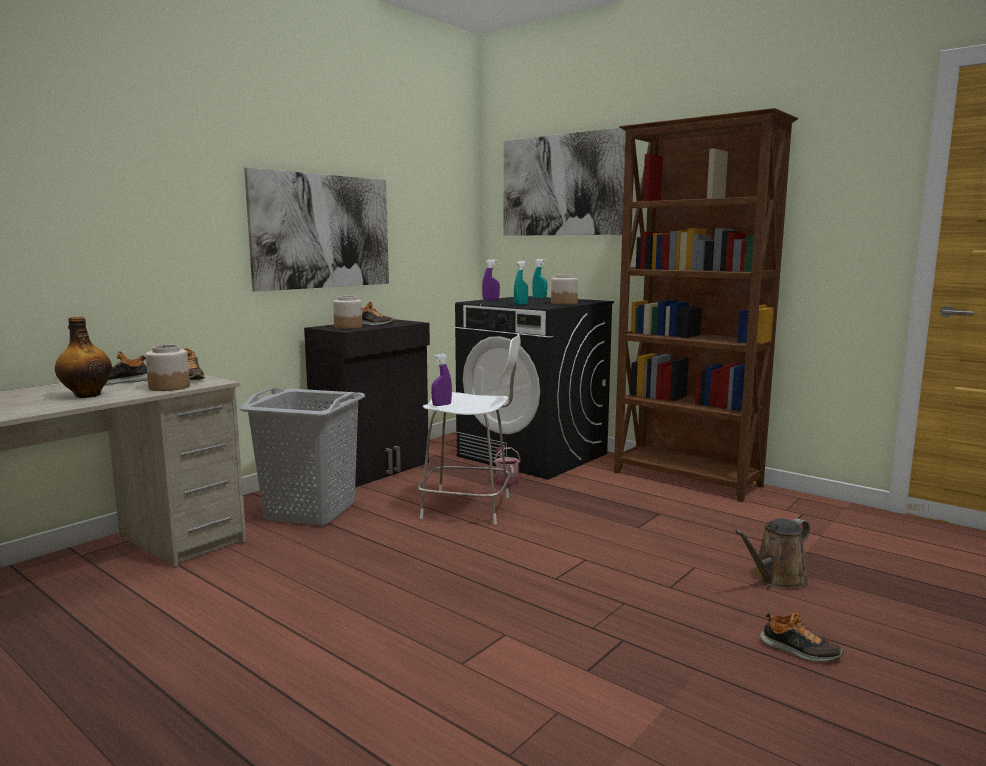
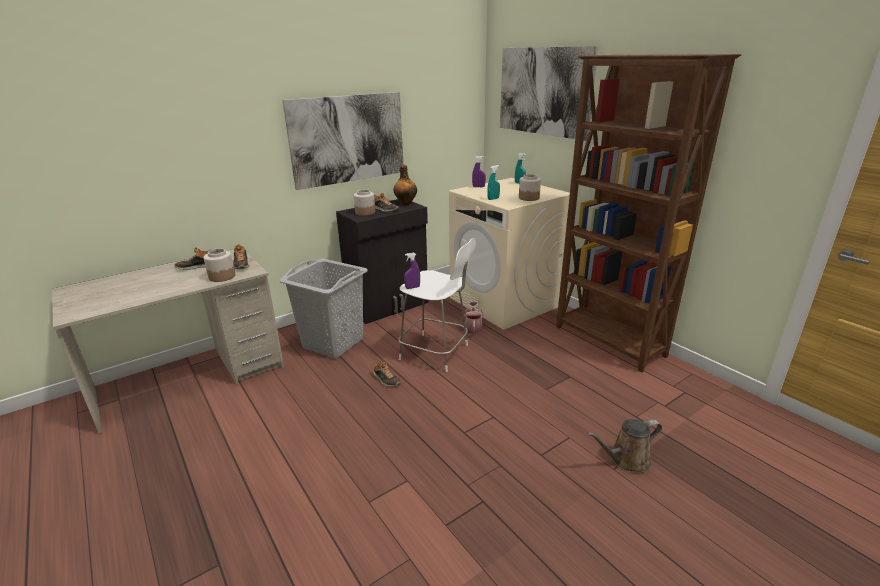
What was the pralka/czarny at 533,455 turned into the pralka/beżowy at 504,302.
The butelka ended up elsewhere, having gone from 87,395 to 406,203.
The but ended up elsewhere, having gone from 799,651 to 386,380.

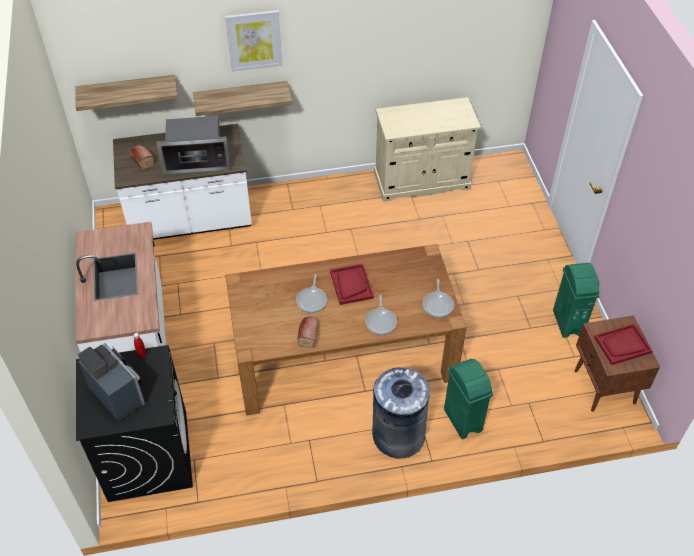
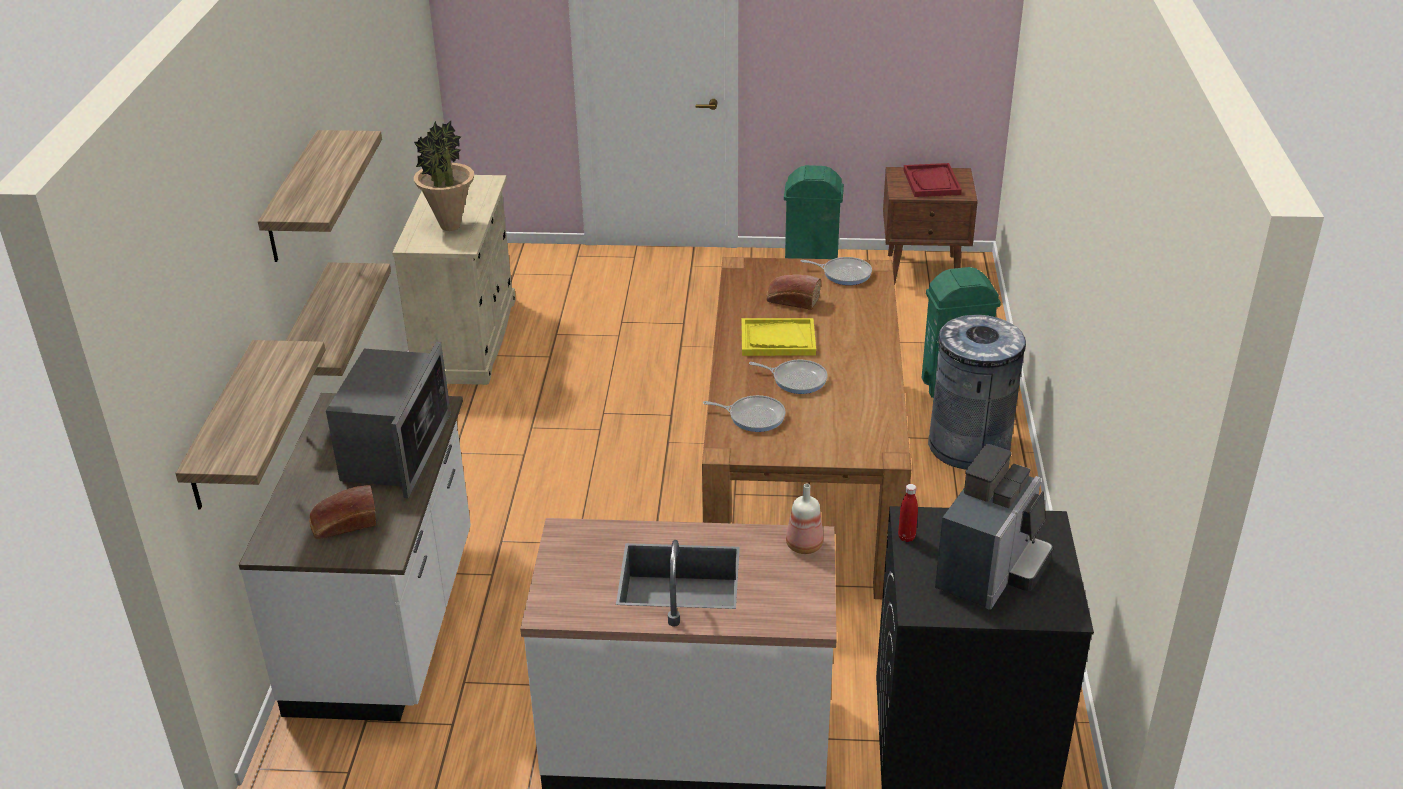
Where the obraz hung at 254,40, the półka came to hang at 293,198.
What was the taca/czerwony at 351,285 turned into the taca/żółty at 777,339.
The patelnia ended up elsewhere, having gone from 381,321 to 753,416.
The chleb ended up elsewhere, having gone from 308,334 to 791,300.
The ekspres do kawy at 119,393 ended up facing another way, 150 degrees clockwise from before.
The second view gained the roślina doniczkowa at 450,226.
The second view gained the butelka at 804,546.

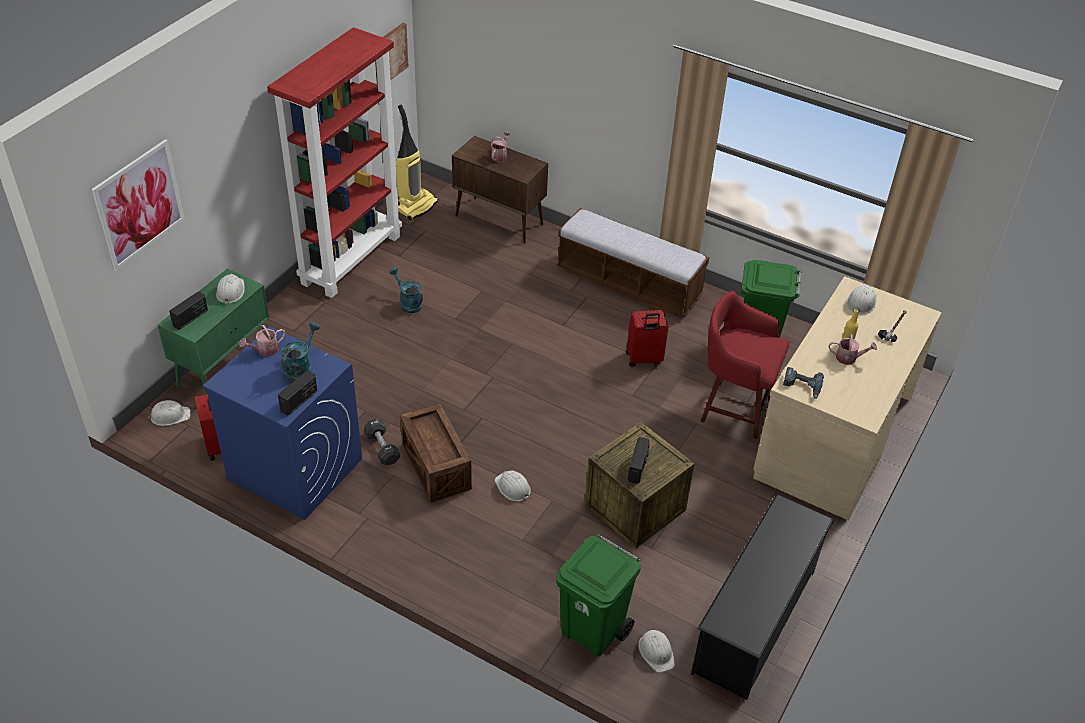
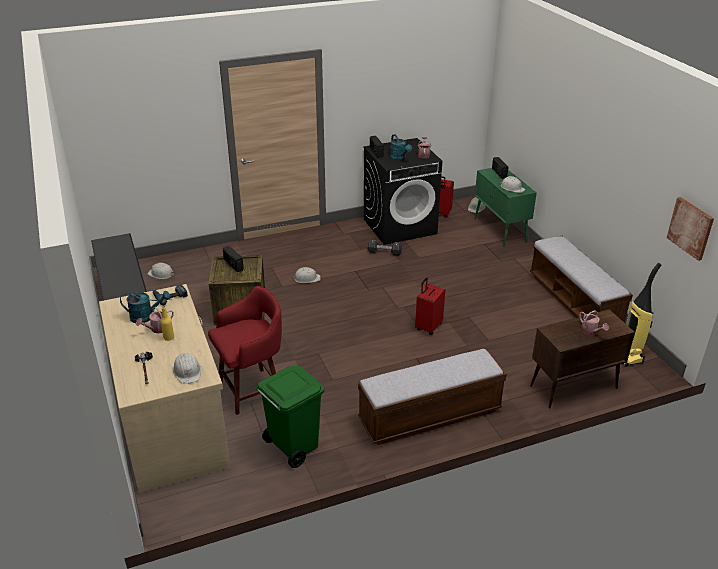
Where the regał/czerwony stood at 351,259, the ławka came to stand at 574,301.
The second view lost the obraz at 139,204.
The konewka/turkusowy ended up elsewhere, having gone from 408,303 to 146,316.
The walizka/czerwony ended up elsewhere, having gone from 644,359 to 428,327.
What was the pralka/niebieski at 294,468 turned into the pralka/czarny at 400,226.
The second view lost the skrzynka at 436,467.
The second view lost the kosz na śmieci/zielony at 593,631.

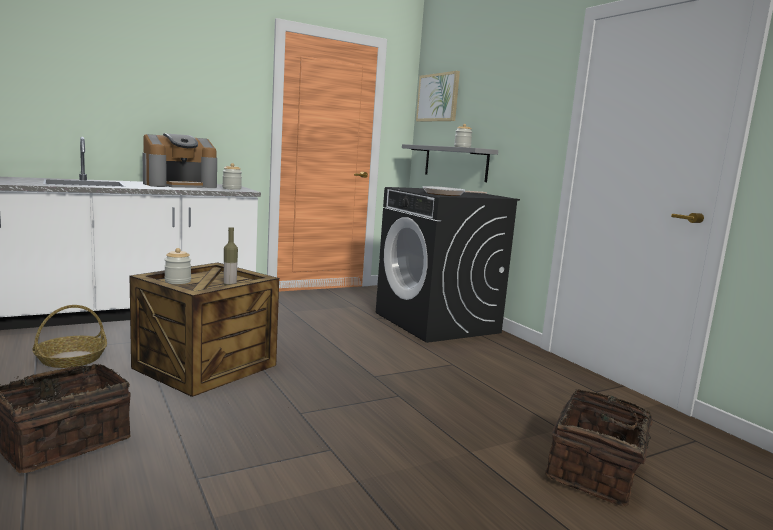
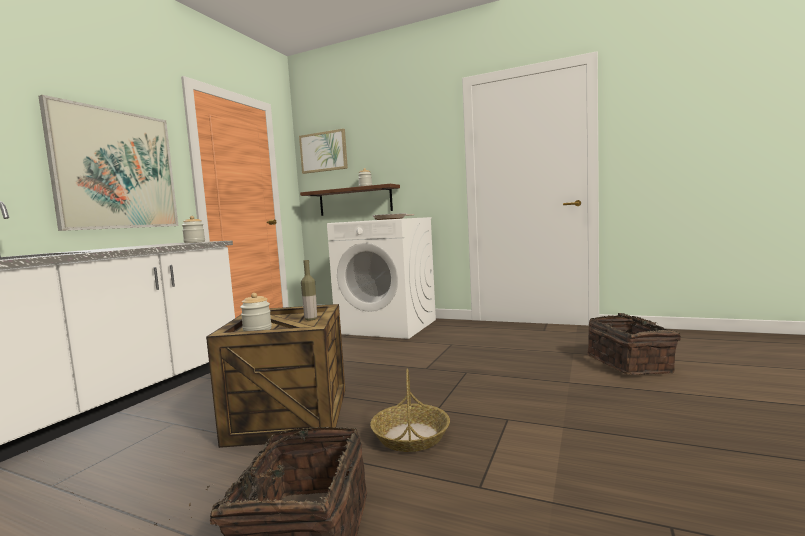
The second view lost the ekspres do kawy at 180,185.
What was the półka/szary at 455,163 turned into the półka/brązowy at 355,201.
What was the pralka/czarny at 437,323 turned into the pralka/biały at 388,326.
The koszyk ended up elsewhere, having gone from 71,359 to 410,436.
The second view gained the obraz at 116,170.

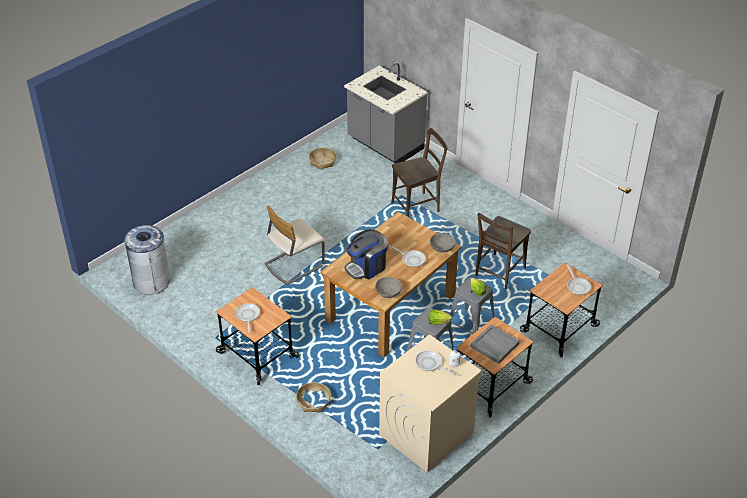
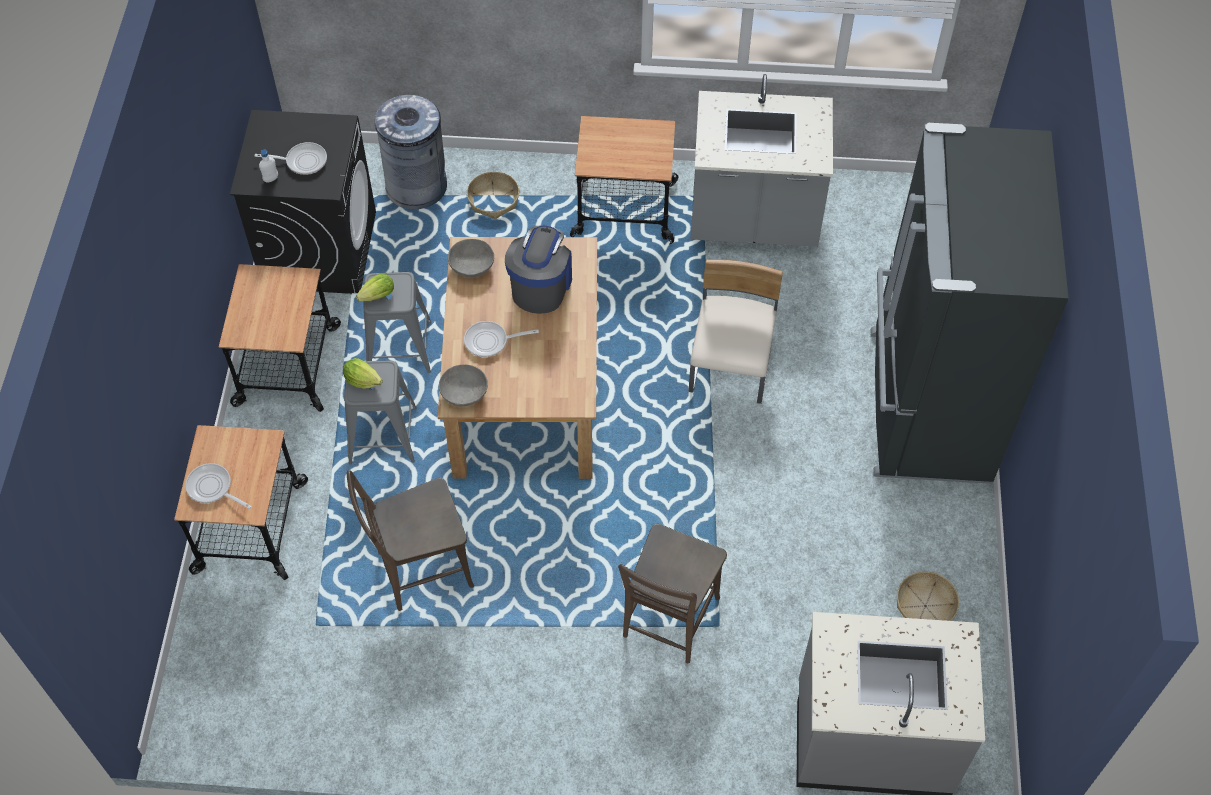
The krzesło/brązowy at 498,273 ended up facing another way, 105 degrees counterclockwise from before.
The kosz na śmieci/szary ended up elsewhere, having gone from 151,281 to 417,186.
The second view lost the patelnia at 248,316.
The second view lost the taca/szary at 494,345.
What was the pralka/beżowy at 426,434 turned into the pralka/czarny at 319,249.
The second view gained the zabudowa kuchenna/szary at 753,220.
The second view gained the lodówka/czarny at 925,406.

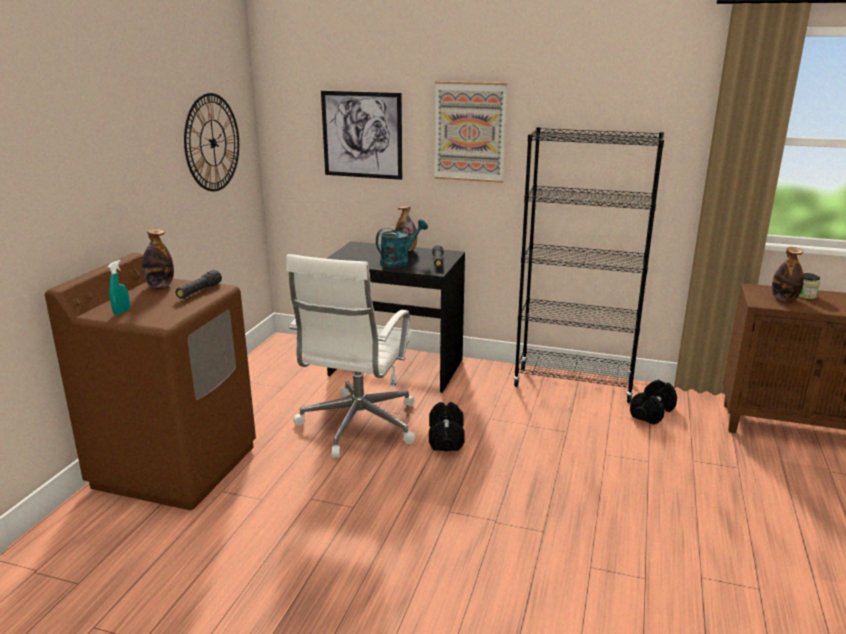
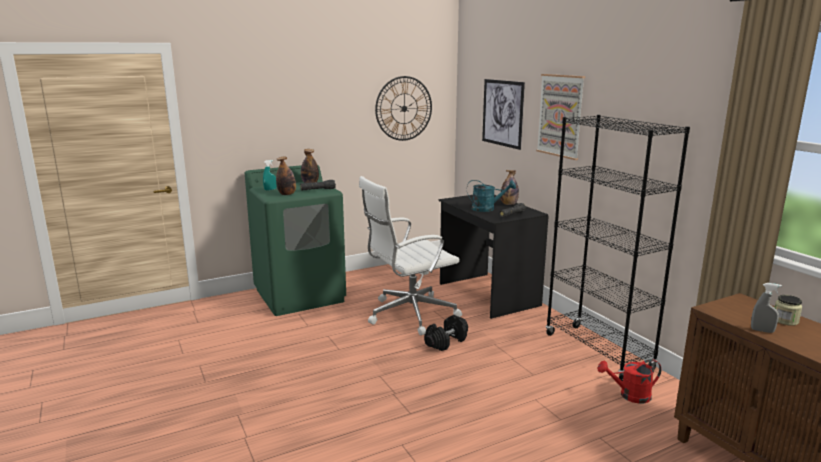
The butelka ended up elsewhere, having gone from 784,299 to 287,194.
What was the pralka/brązowy at 176,465 turned into the pralka/zielony at 300,295.
Where the hantel/czarny stood at 652,413, the konewka/czerwony came to stand at 629,395.
The second view gained the spryskiwacz/szary at 762,331.

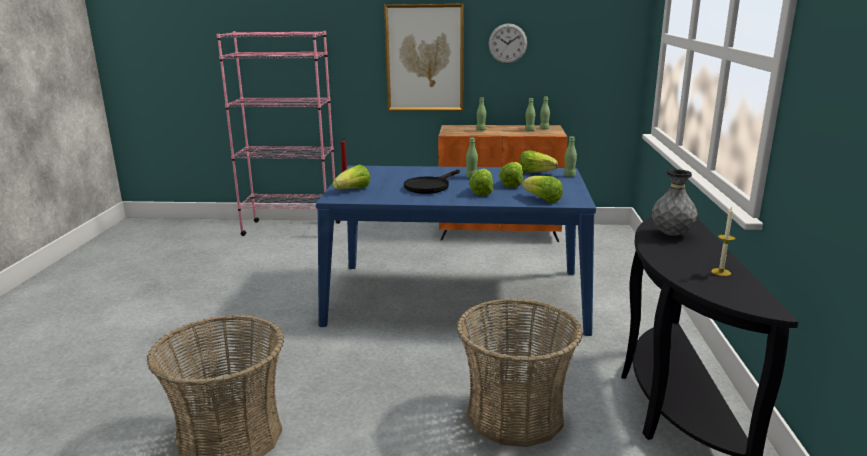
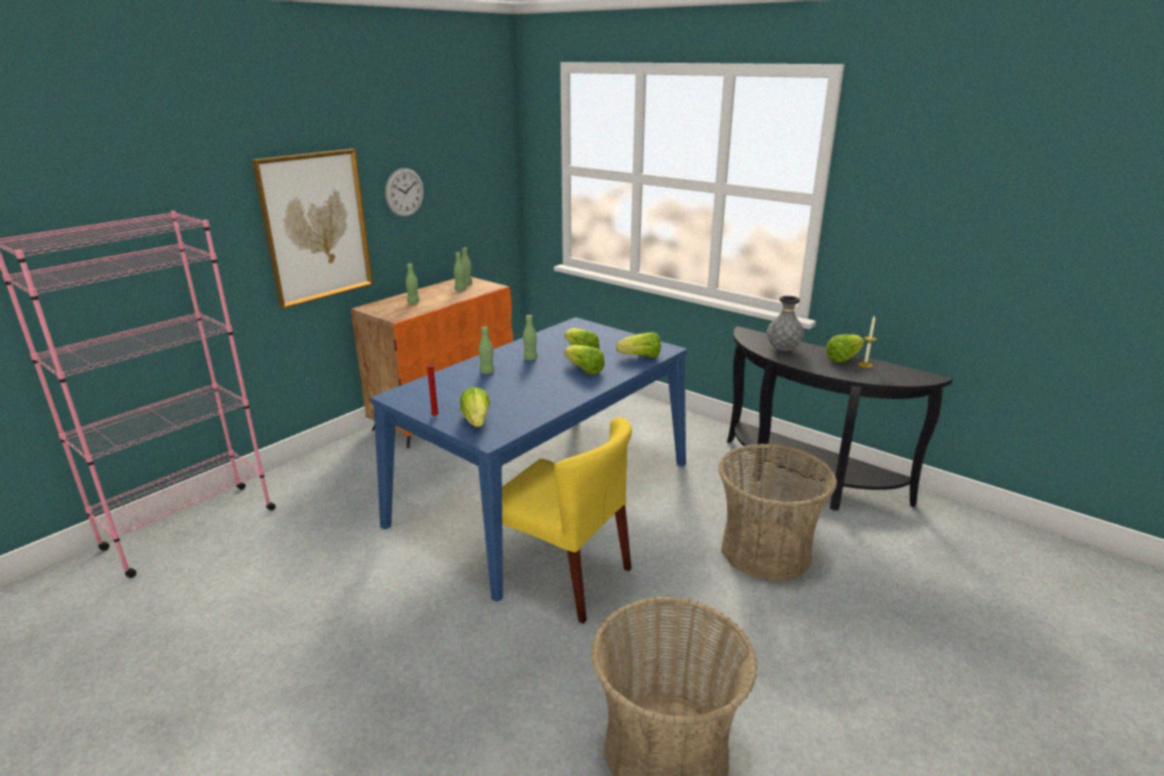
The butelka/zielony ended up elsewhere, having gone from 569,176 to 487,372.
The sałata ended up elsewhere, having gone from 535,173 to 843,358.
The second view lost the patelnia/czarny at 430,186.
The second view gained the krzesło/żółty at 563,575.

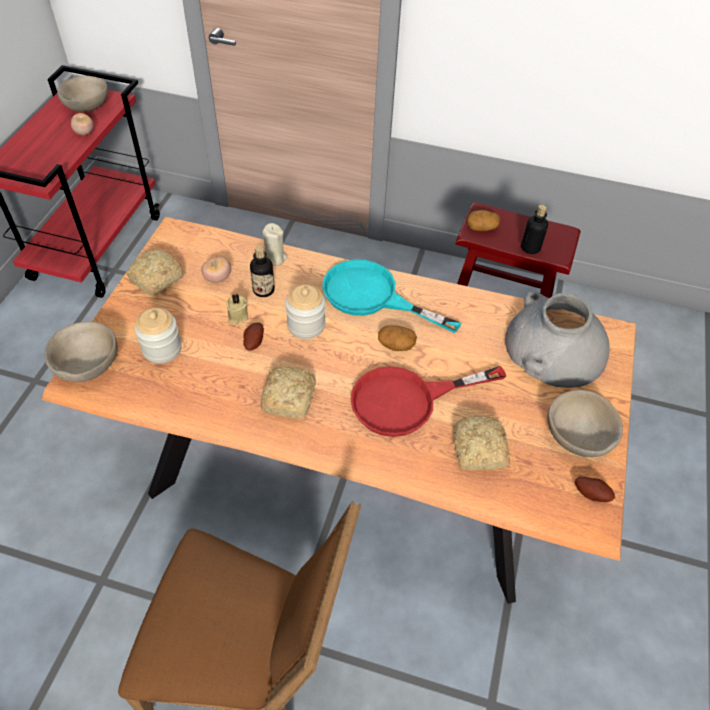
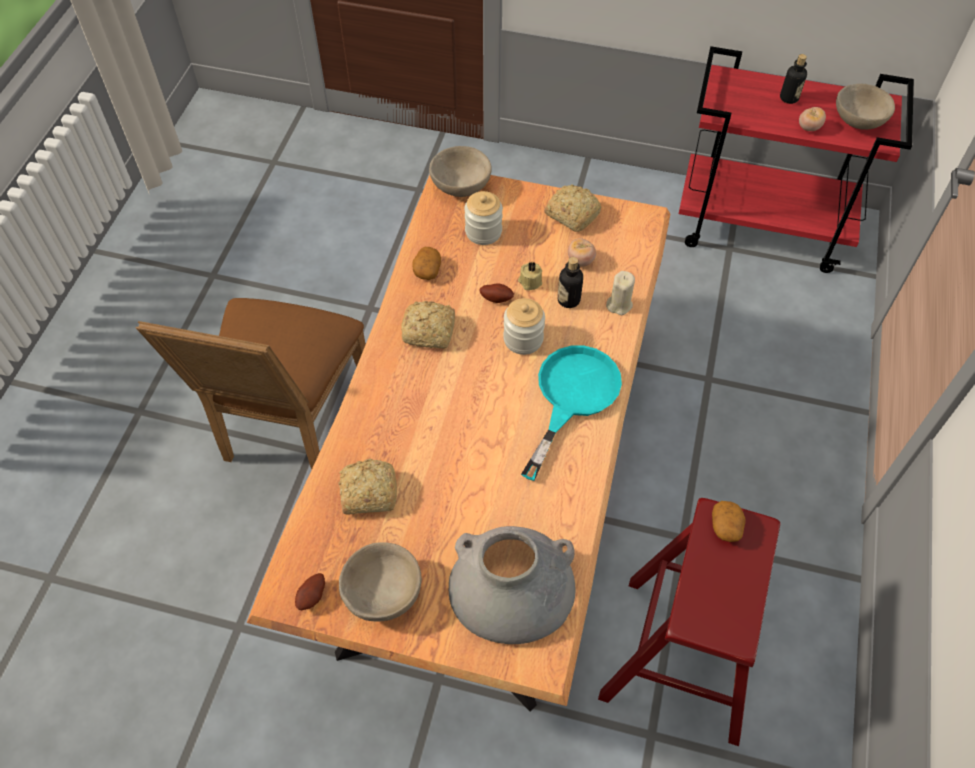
The butelka ended up elsewhere, having gone from 530,248 to 789,98.
The ziemniak ended up elsewhere, having gone from 396,344 to 427,270.
The second view lost the patelnia/czerwony at 407,401.

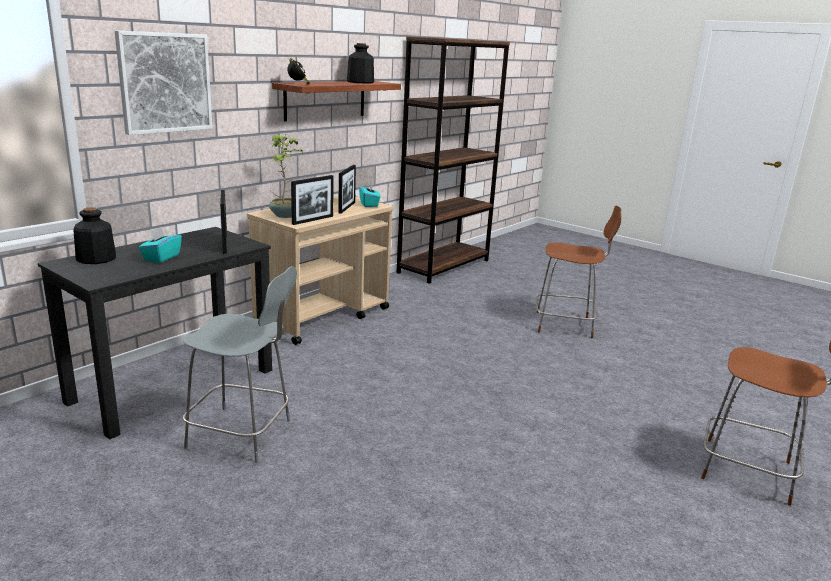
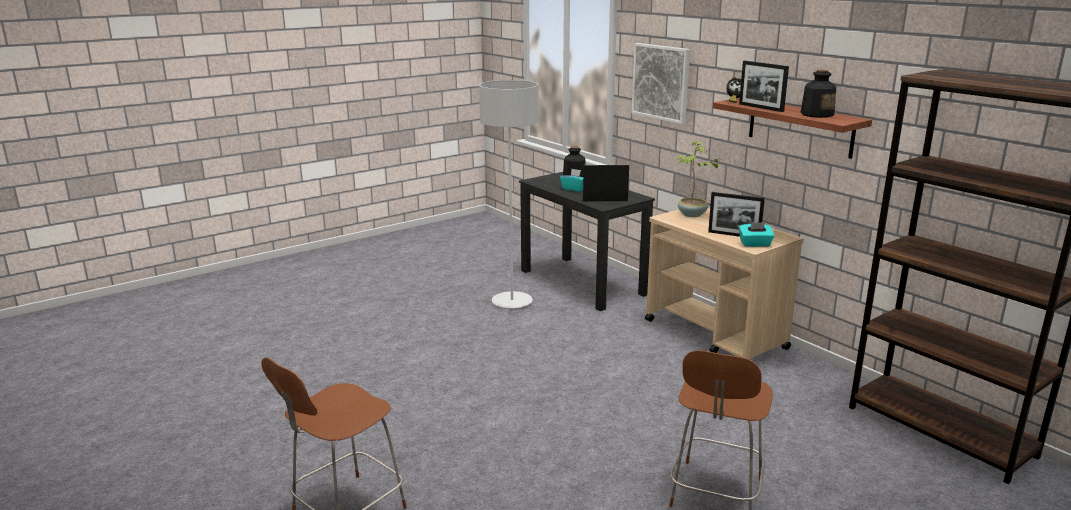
The ramka na zdjęcie ended up elsewhere, having gone from 313,220 to 761,107.
Where the krzesło/szary stood at 243,434, the lampa stojąca/szary came to stand at 512,302.

